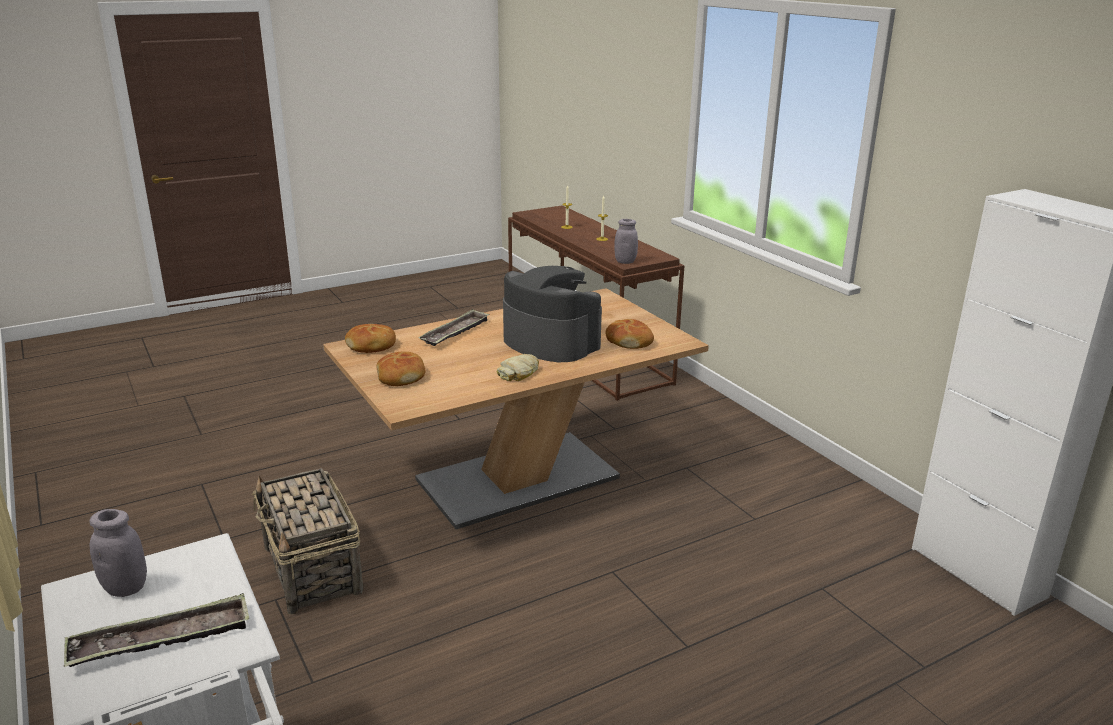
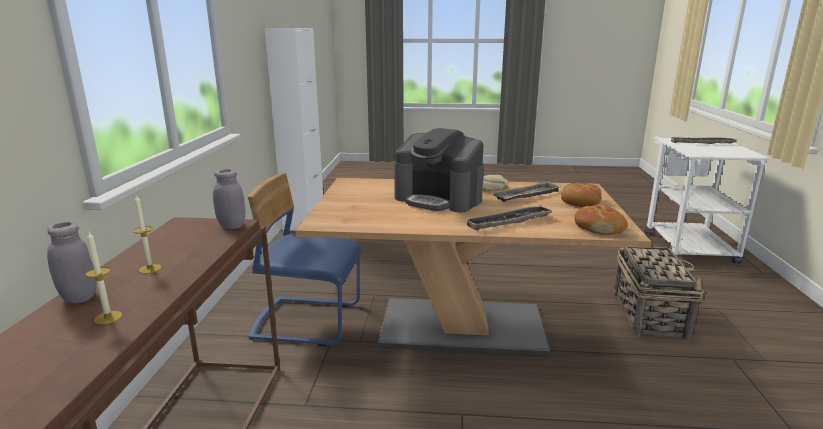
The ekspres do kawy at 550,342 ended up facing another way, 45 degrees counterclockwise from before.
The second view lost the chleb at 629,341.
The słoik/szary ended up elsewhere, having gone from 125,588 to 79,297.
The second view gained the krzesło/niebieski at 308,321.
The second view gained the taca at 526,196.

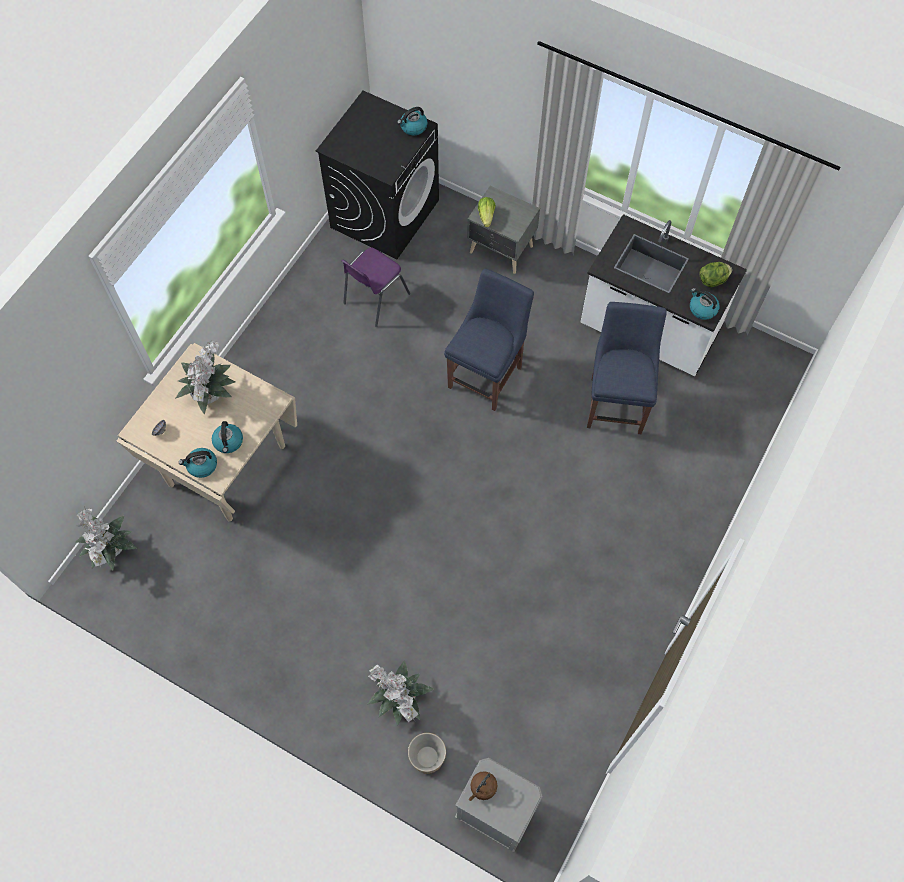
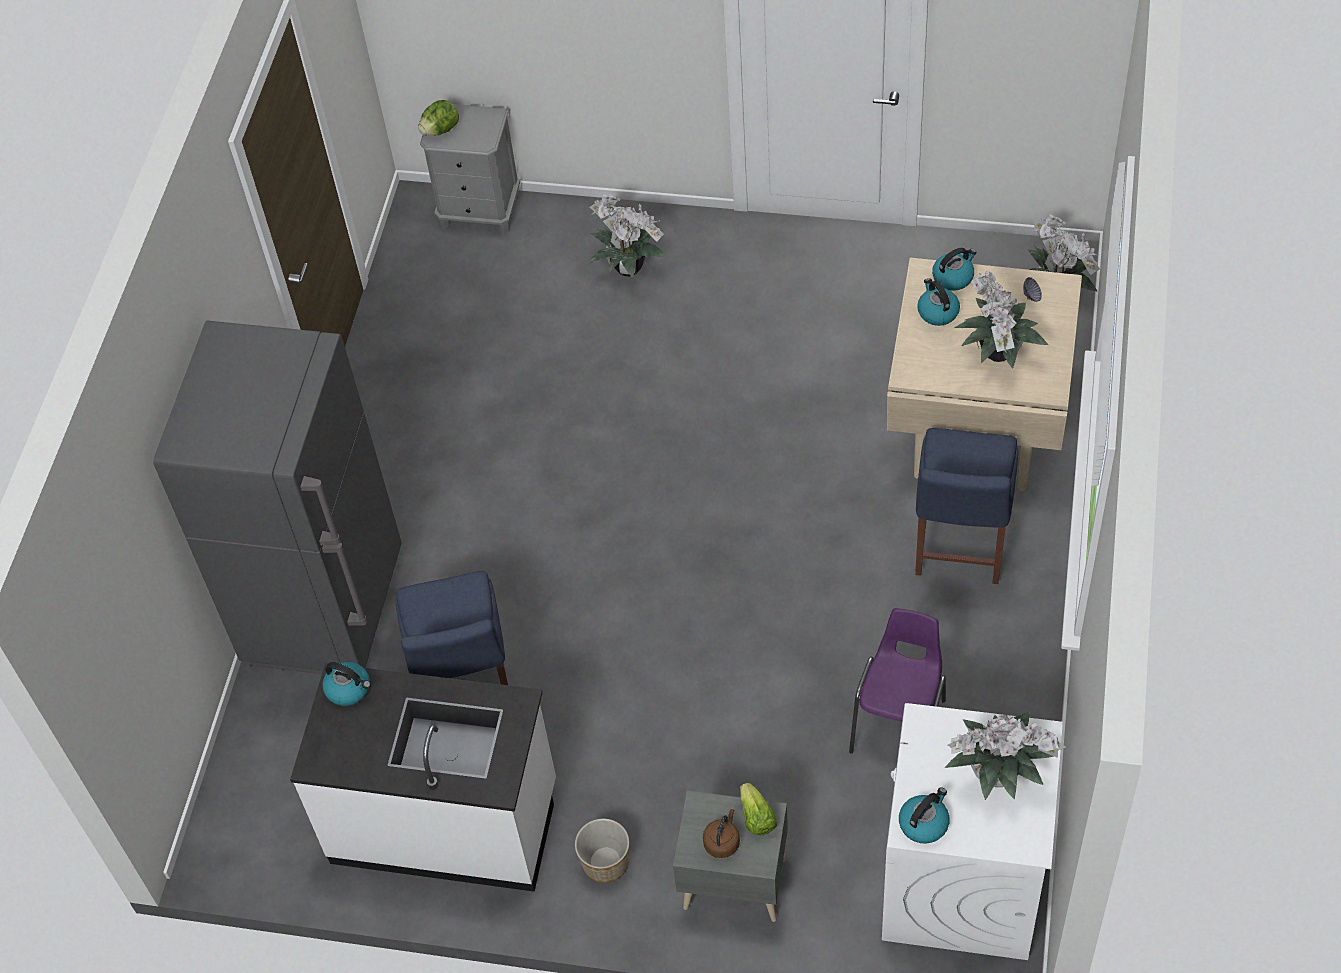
What was the pralka/czarny at 385,213 turned into the pralka/biały at 962,881.
The sałata ended up elsewhere, having gone from 712,280 to 441,129.
The krzesło/niebieski ended up elsewhere, having gone from 487,374 to 959,548.
The donica ended up elsewhere, having gone from 427,758 to 605,861.
The czajnik/brązowy ended up elsewhere, having gone from 482,788 to 722,842.
The second view gained the lodówka/szary at 326,608.
The second view gained the roślina doniczkowa at 1000,776.

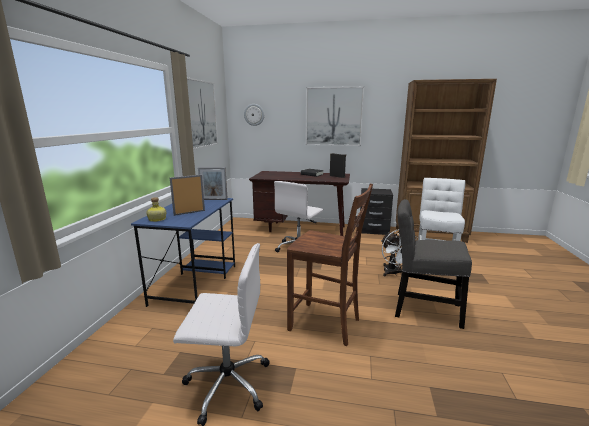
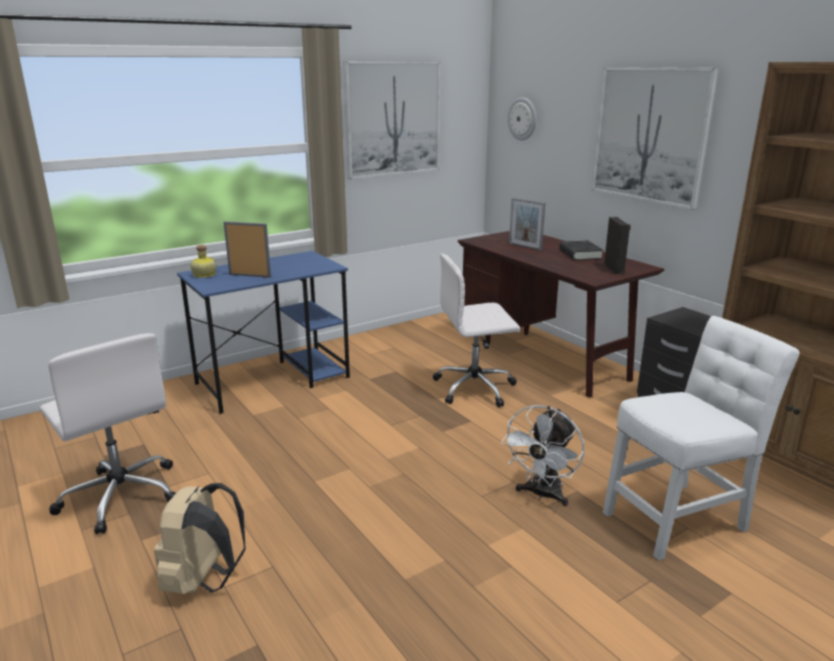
The ramka na zdjęcie ended up elsewhere, having gone from 214,199 to 525,247.
The second view lost the krzesło/brązowy at 326,325.
The second view lost the krzesło/szary at 423,309.
The second view gained the plecak/beżowy at 203,580.

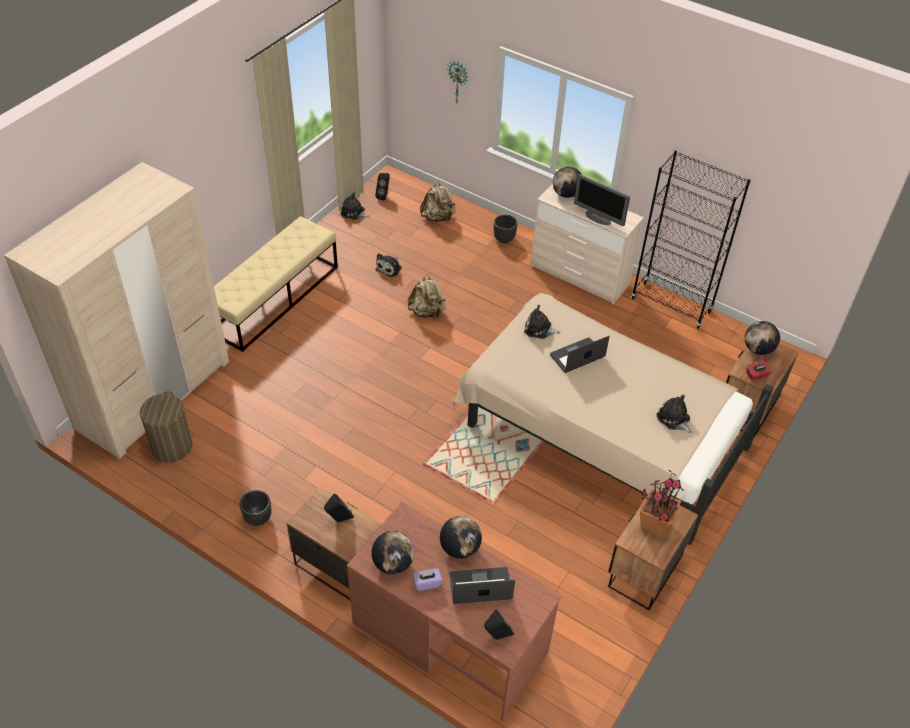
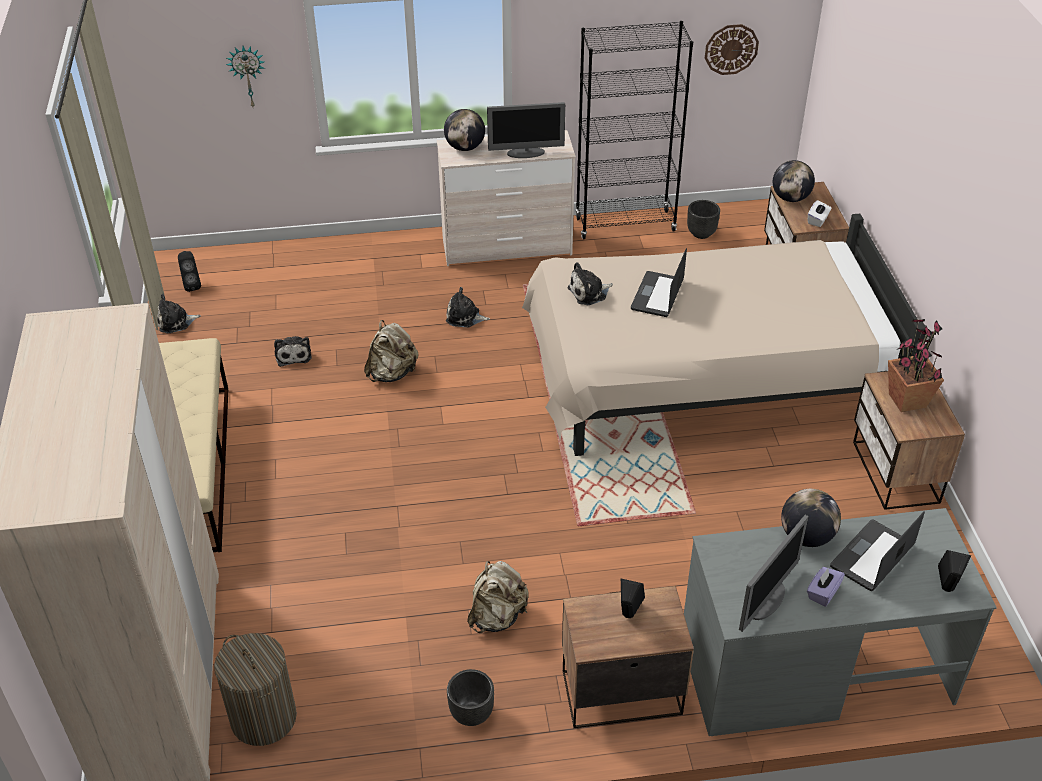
The plecak/beżowy ended up elsewhere, having gone from 438,217 to 497,616.
The donica/czarny ended up elsewhere, having gone from 504,239 to 701,233.
What was the pudełko chusteczek/czerwony at 756,375 turned into the pudełko chusteczek/biały at 818,220.
The pluszak ended up elsewhere, having gone from 674,419 to 465,317.
What was the biurko/brązowy at 450,637 turned into the biurko/szary at 814,669.
Where the globus stood at 393,563, the monitor came to stand at 767,601.
The second view gained the zegar ścienny at 731,49.

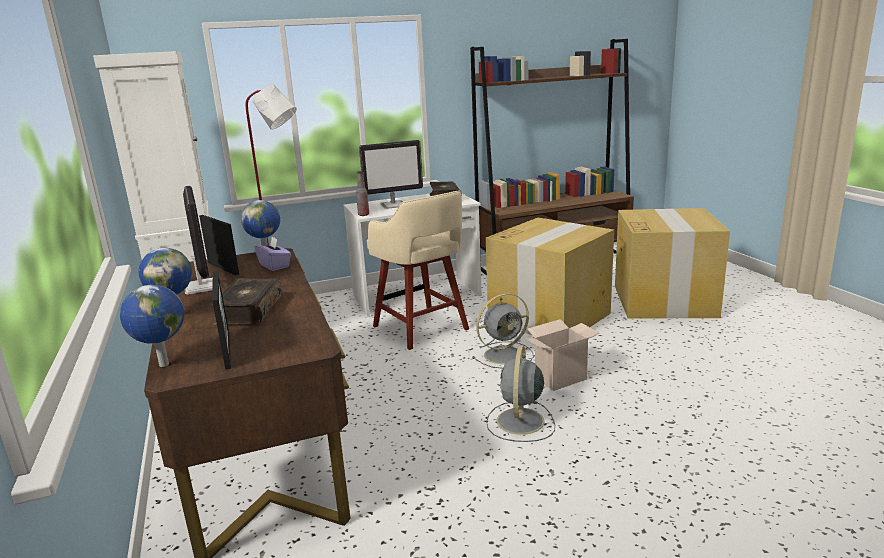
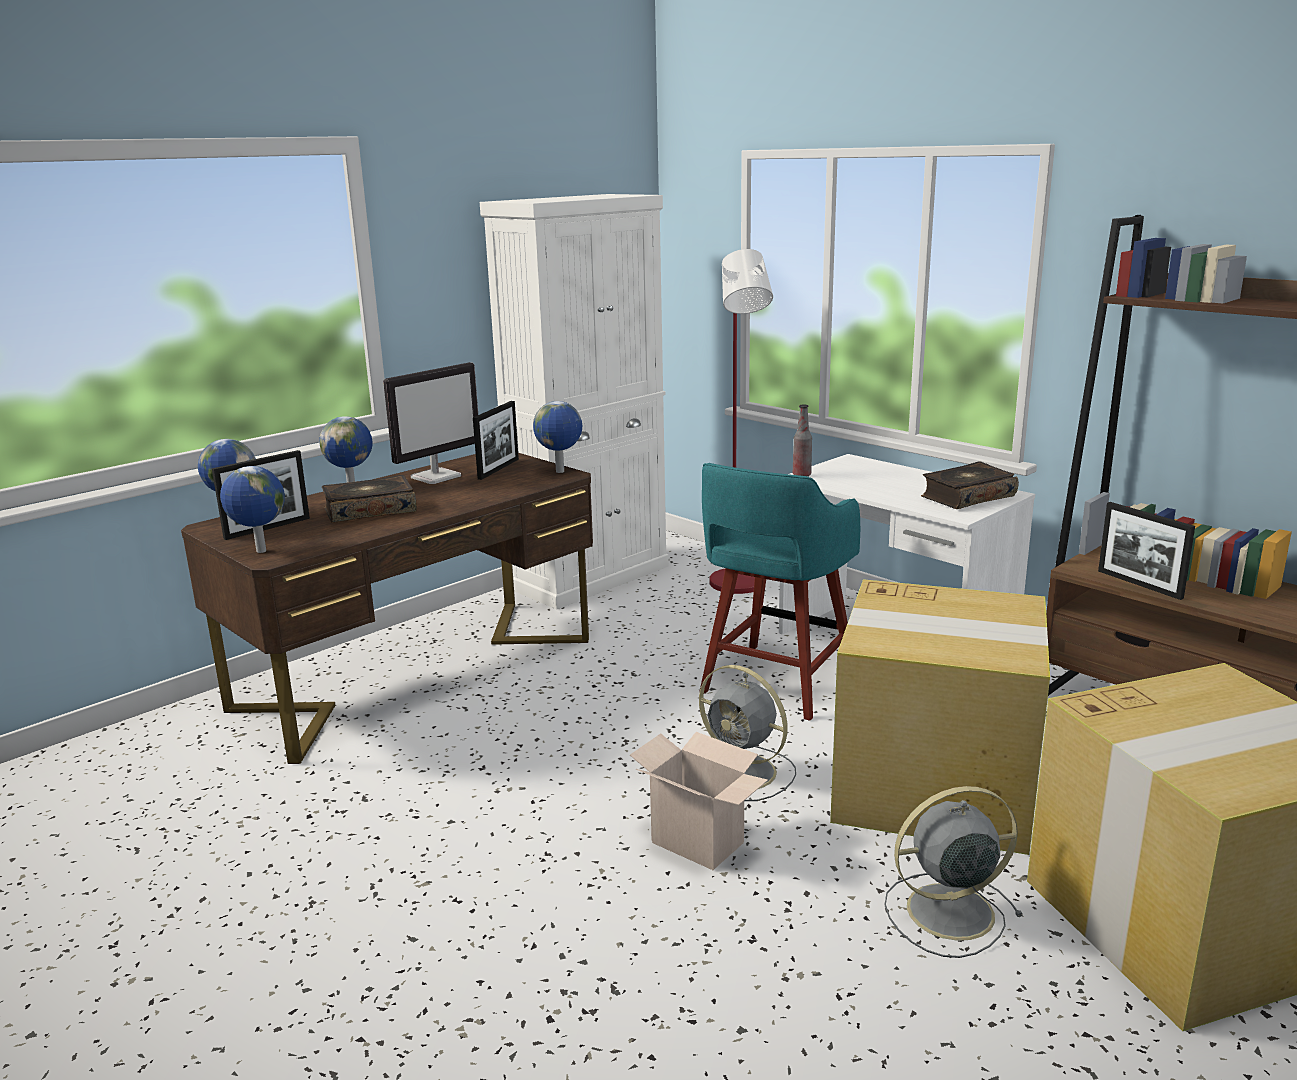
The second view lost the monitor at 393,205.
What was the stołek/beżowy at 422,329 turned into the stołek/turkusowy at 776,683.
The second view lost the pudełko chusteczek/fioletowy at 275,266.
The wentylator/szary ended up elsewhere, having gone from 520,422 to 946,912.
The second view gained the globus at 260,551.
The second view gained the ramka na zdjęcie at 1139,584.

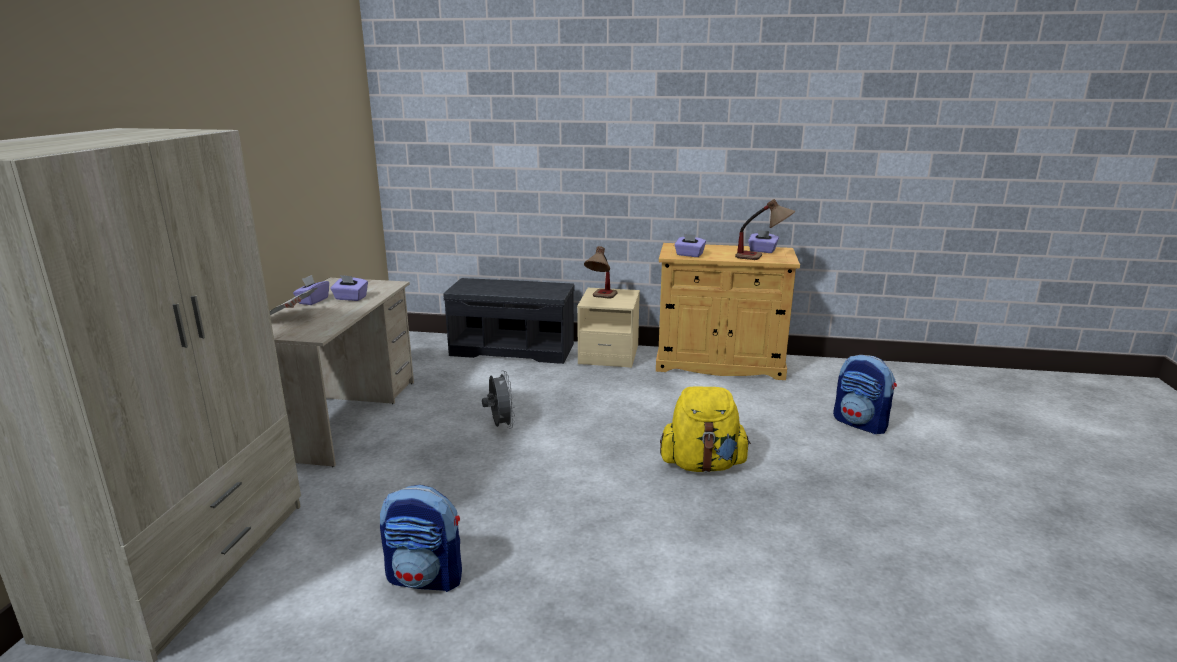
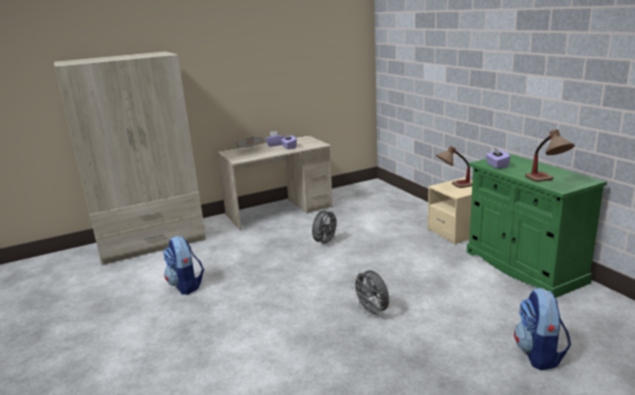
The second view lost the pudełko chusteczek/fioletowy at 762,251.
What was the szafka/beżowy at 719,364 turned into the szafka/zielony at 523,267.
The second view lost the ławka/szary at 514,349.
Where the plecak/żółty stood at 702,465, the wentylator/szary came to stand at 372,312.

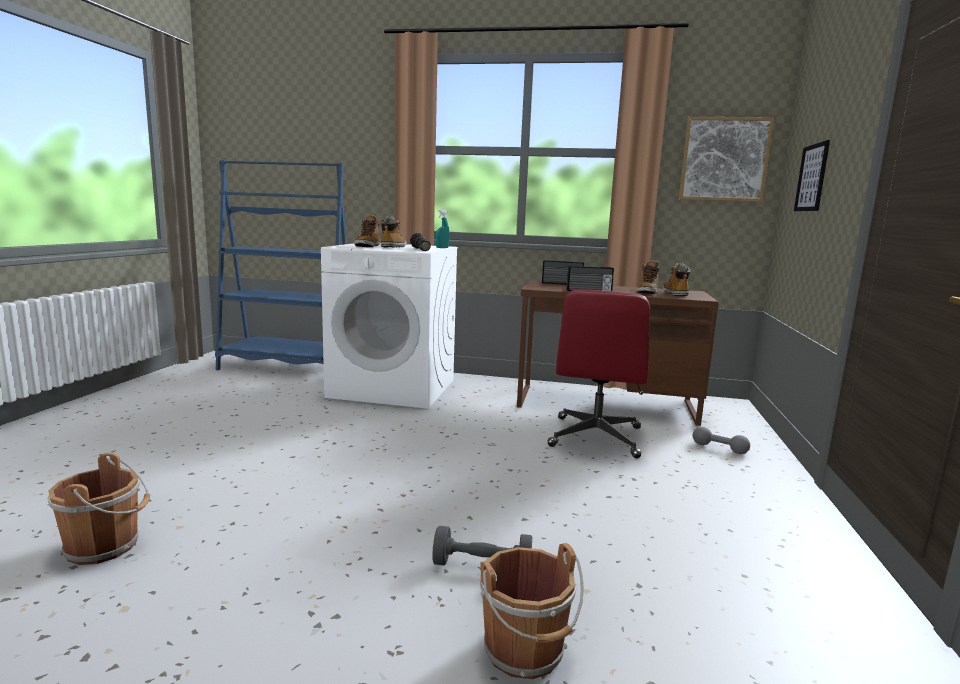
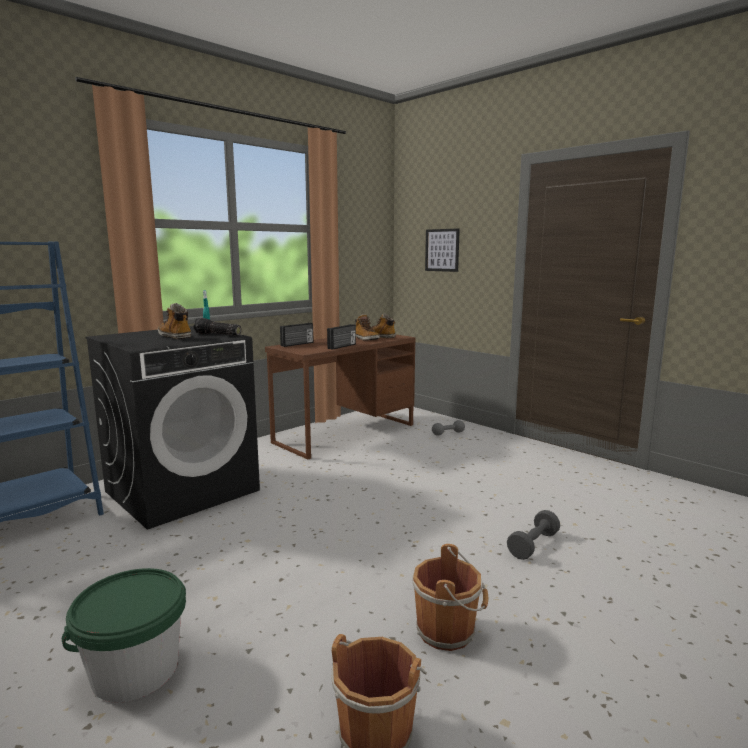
The second view lost the obraz at 724,159.
The second view lost the but z cholewką at 367,246.
What was the pralka/biały at 394,388 turned into the pralka/czarny at 183,490.
The second view lost the krzesło biurowe/czerwony at 596,437.
The wiadro/brązowy ended up elsewhere, having gone from 525,652 to 448,631.
The second view gained the wiadro/zielony at 135,670.

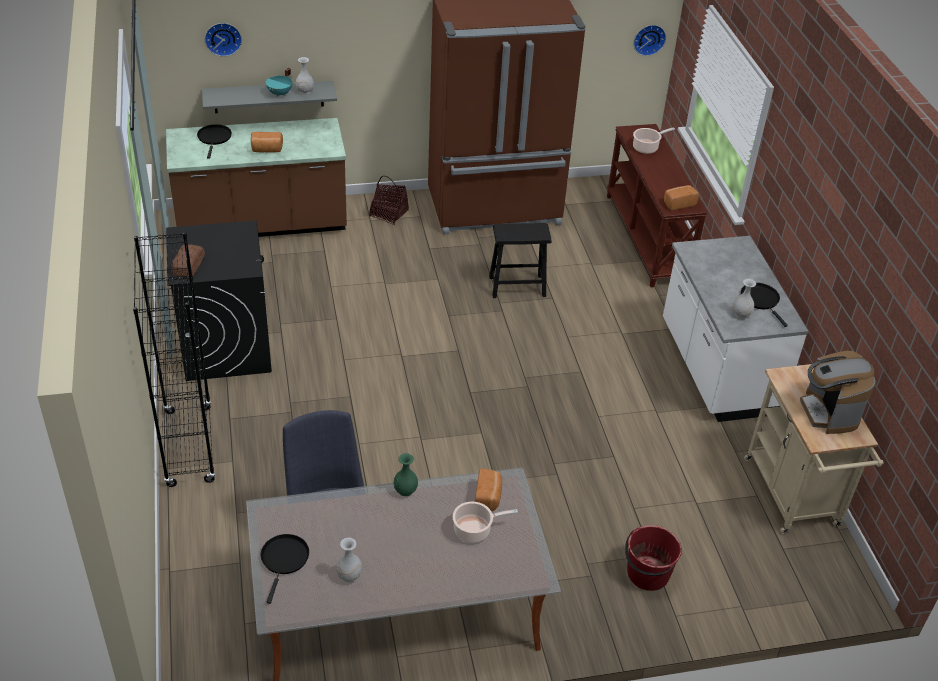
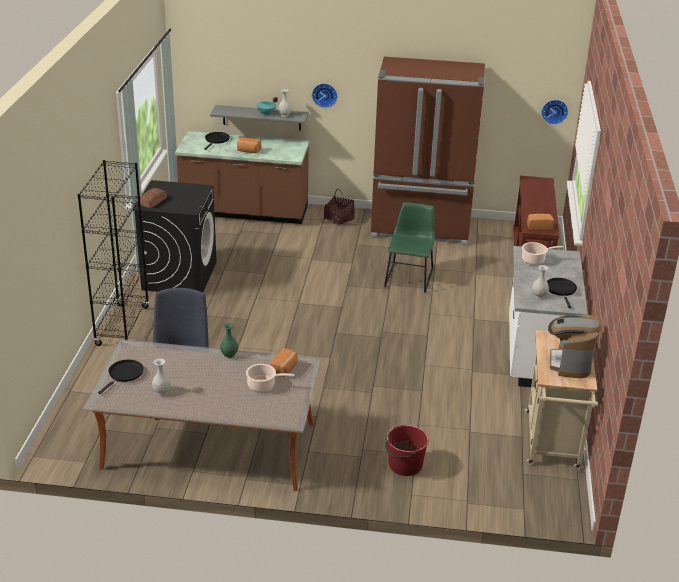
The zegar ścienny ended up elsewhere, having gone from 223,38 to 324,95.
The garnek ended up elsewhere, having gone from 647,147 to 534,260.
Where the stołek/czarny stood at 517,286, the krzesło/zielony came to stand at 409,277.

